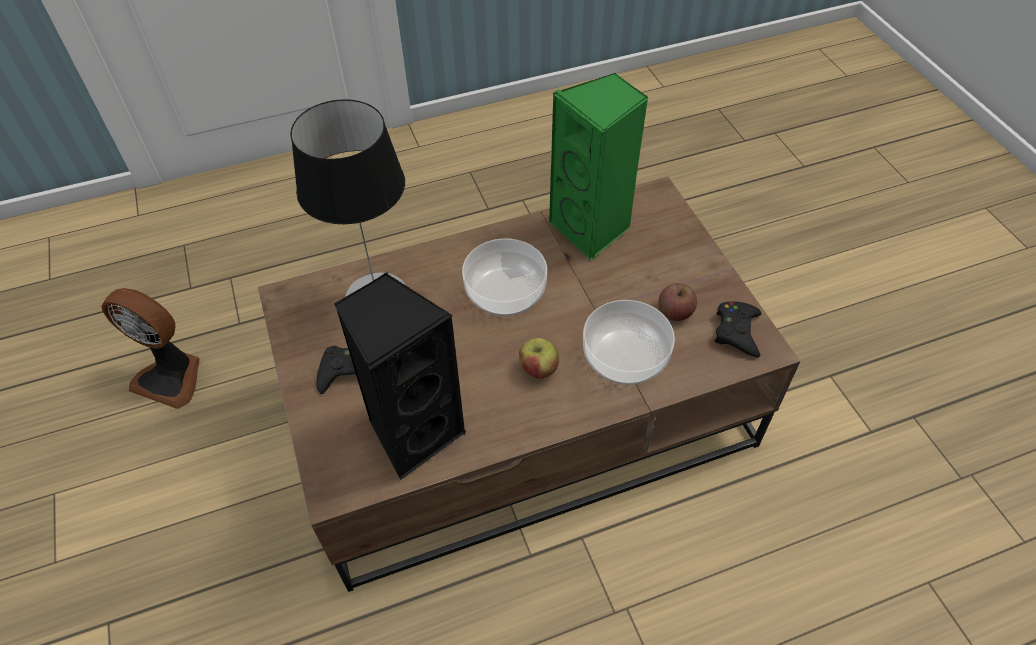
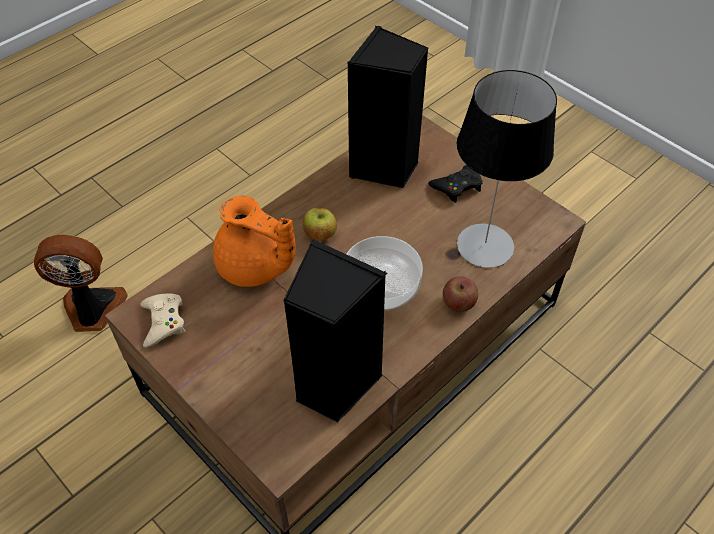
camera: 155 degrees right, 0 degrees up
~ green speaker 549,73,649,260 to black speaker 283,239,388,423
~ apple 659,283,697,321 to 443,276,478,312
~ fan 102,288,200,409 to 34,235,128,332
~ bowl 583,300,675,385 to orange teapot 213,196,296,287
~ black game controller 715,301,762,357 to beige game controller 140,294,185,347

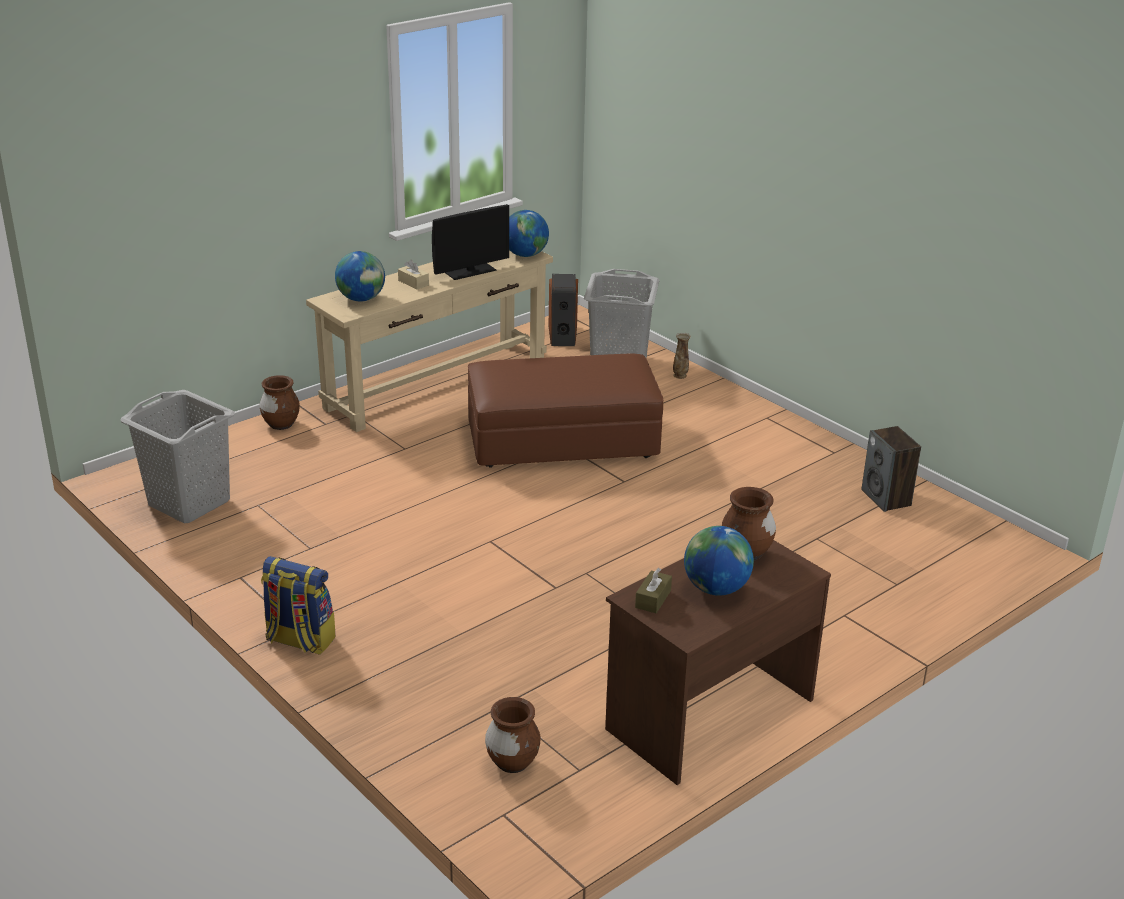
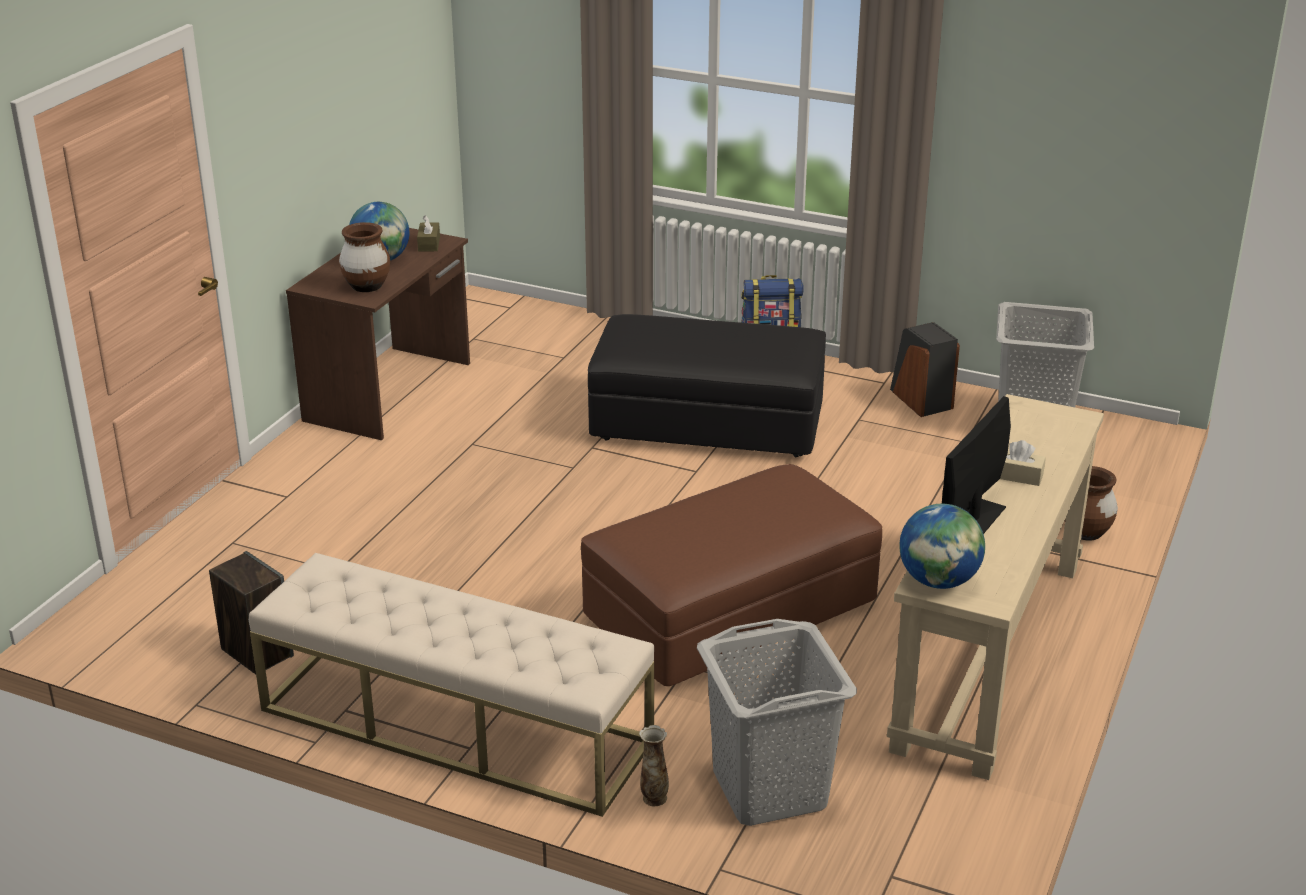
camera: 155 degrees right, 0 degrees up
- globe 335,251,385,301
~ speaker 549,274,578,346 to 890,322,960,417
- brown vase 485,697,540,773
+ black ottoman 588,314,826,457
+ beige bench 249,553,654,817

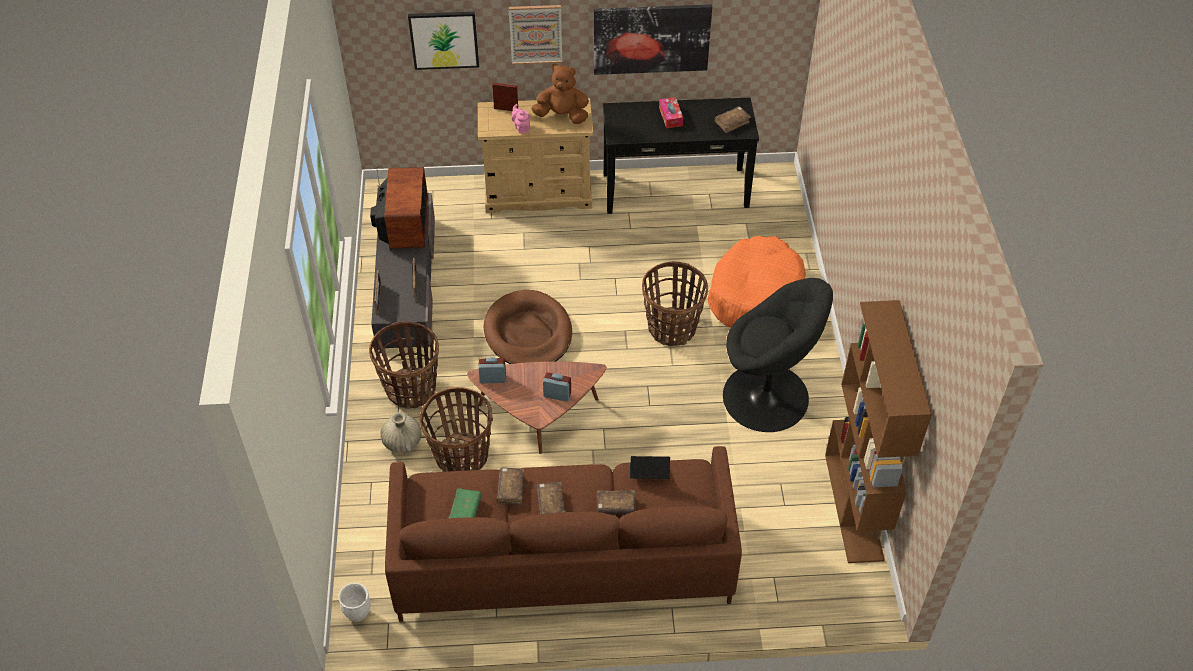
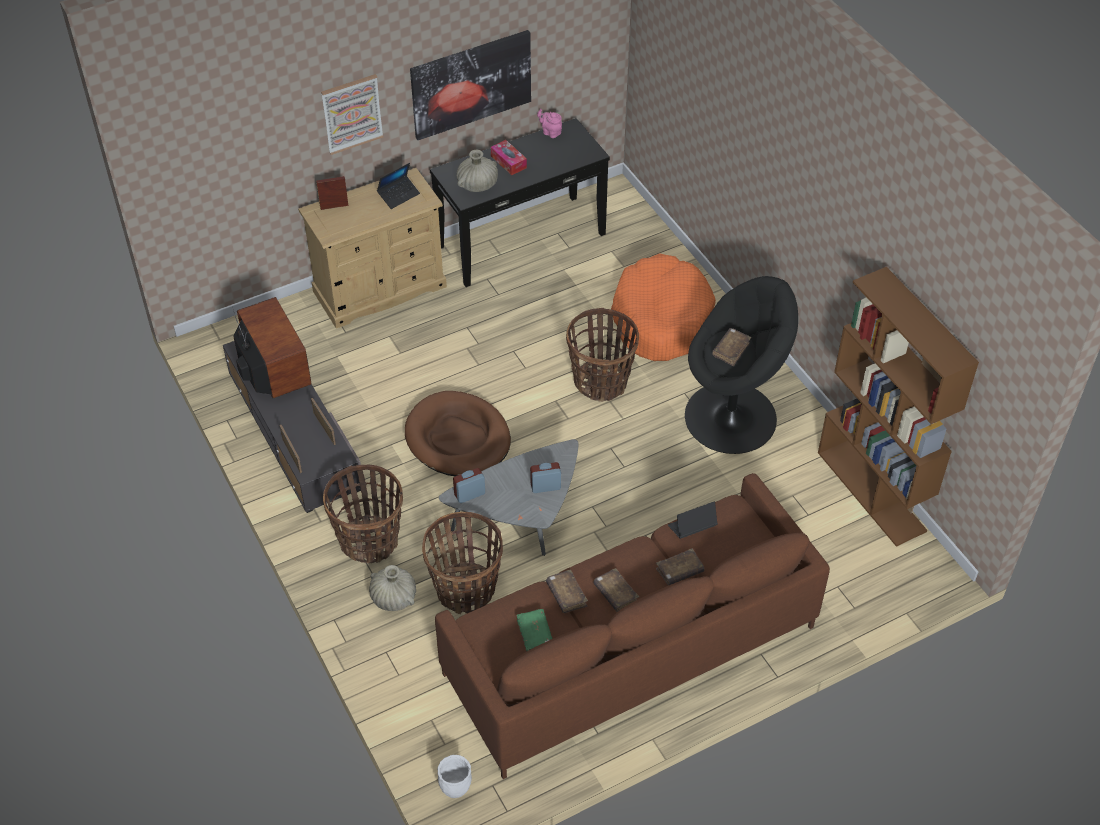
camera: 25 degrees left, 0 degrees up
- picture 408,12,479,70
~ brown plush toy 531,63,589,124 to laptop 377,163,420,209
~ pink teapot 512,104,530,133 to 537,109,562,138
~ brown book 715,106,751,133 to 712,328,751,366
~ brown coffee table 467,361,607,454 to grey coffee table 439,439,579,556
+ beige vase 456,150,498,192

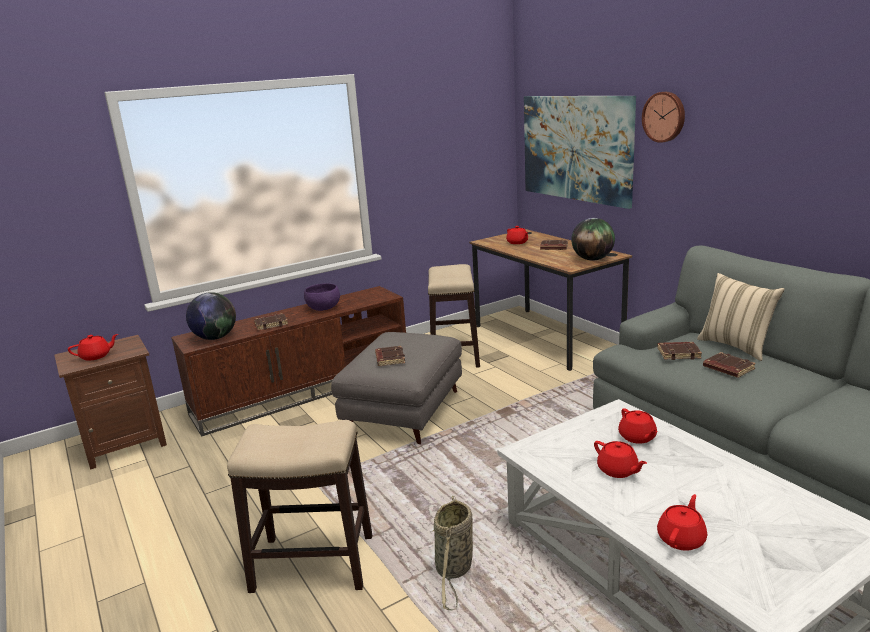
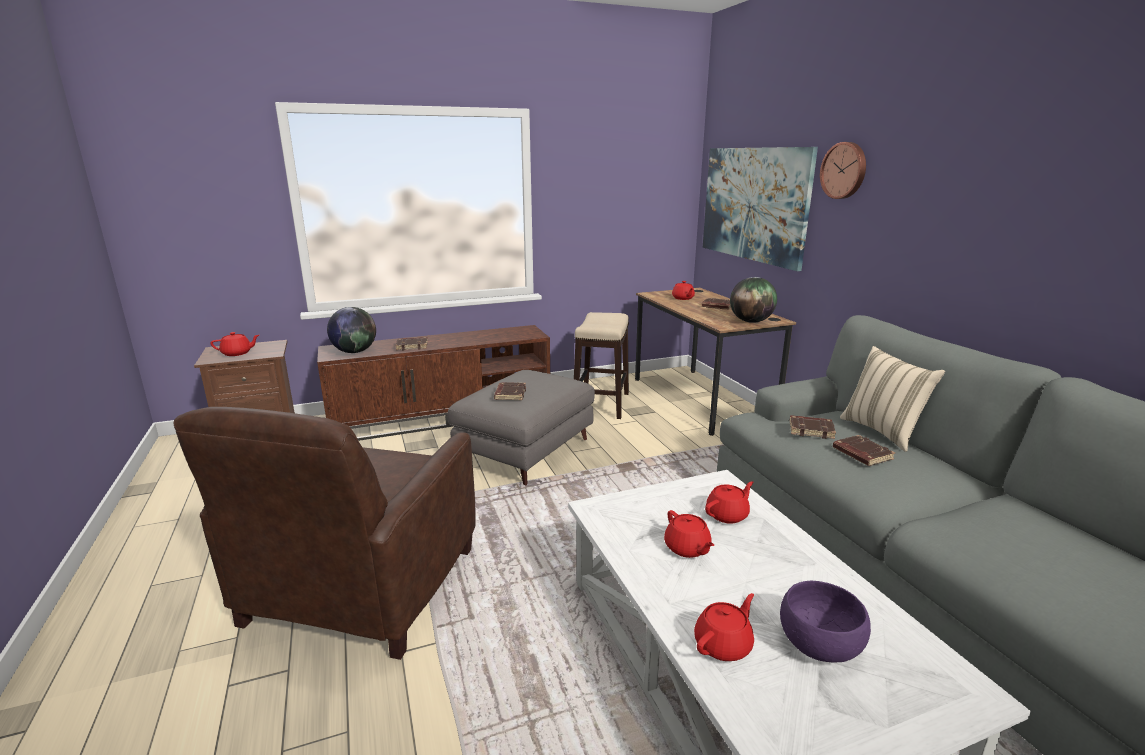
camera: 10 degrees right, 0 degrees up
~ purple bowl 304,283,340,311 to 780,581,871,662
~ red teapot 618,408,658,444 = 705,481,753,524 120 degrees counterclockwise
~ stool 227,420,372,593 to brown armchair 174,407,476,660
- basket 433,496,473,610

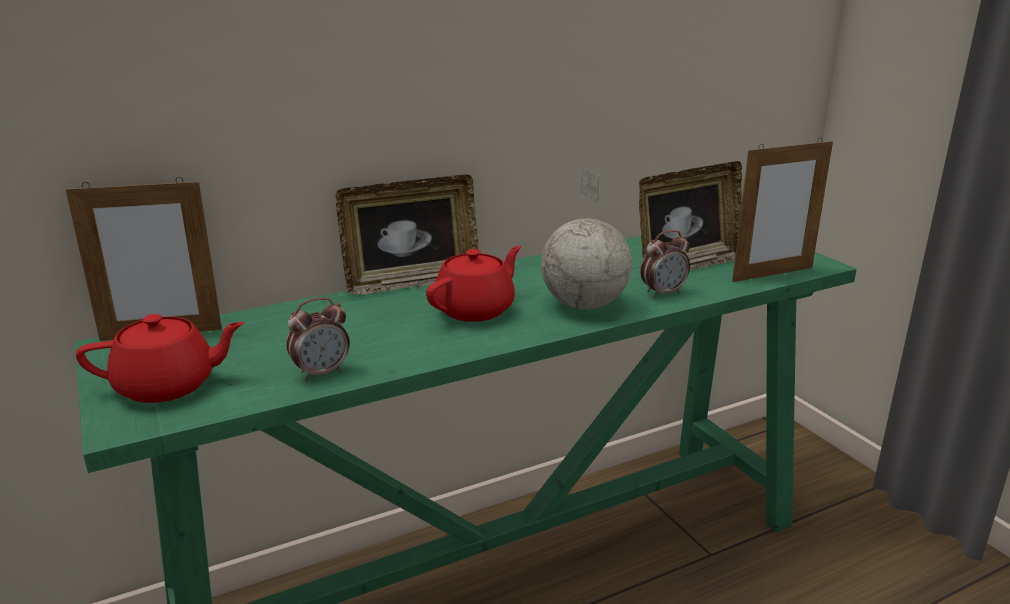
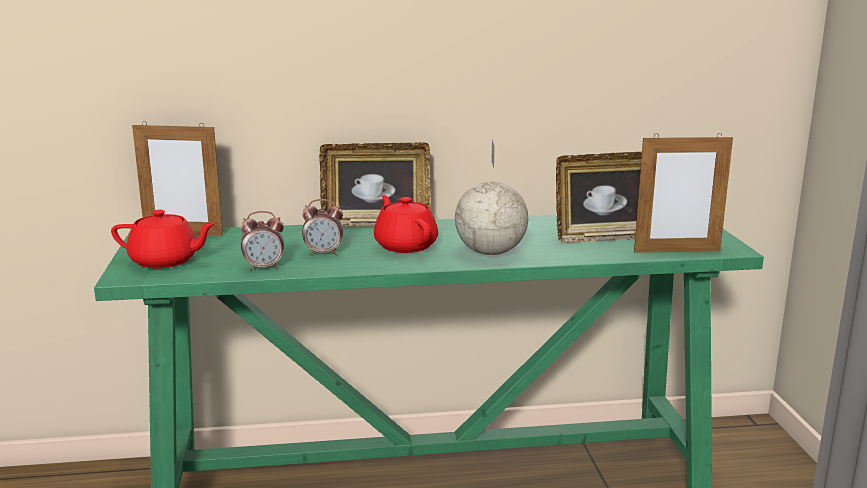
camera: 20 degrees right, 5 degrees down
~ alarm clock 640,230,690,298 to 302,199,343,255
~ red teapot 426,246,521,322 = 374,195,438,253 90 degrees counterclockwise

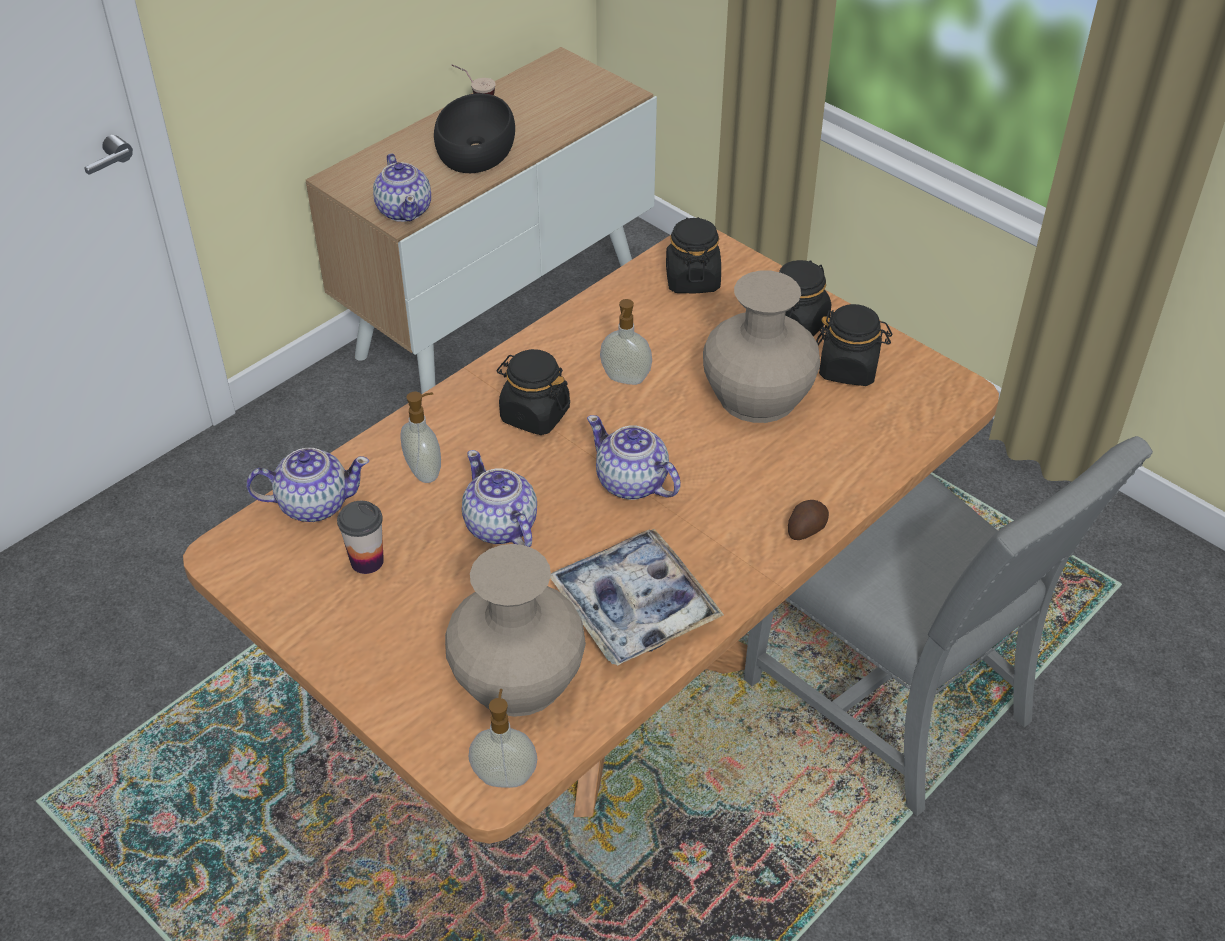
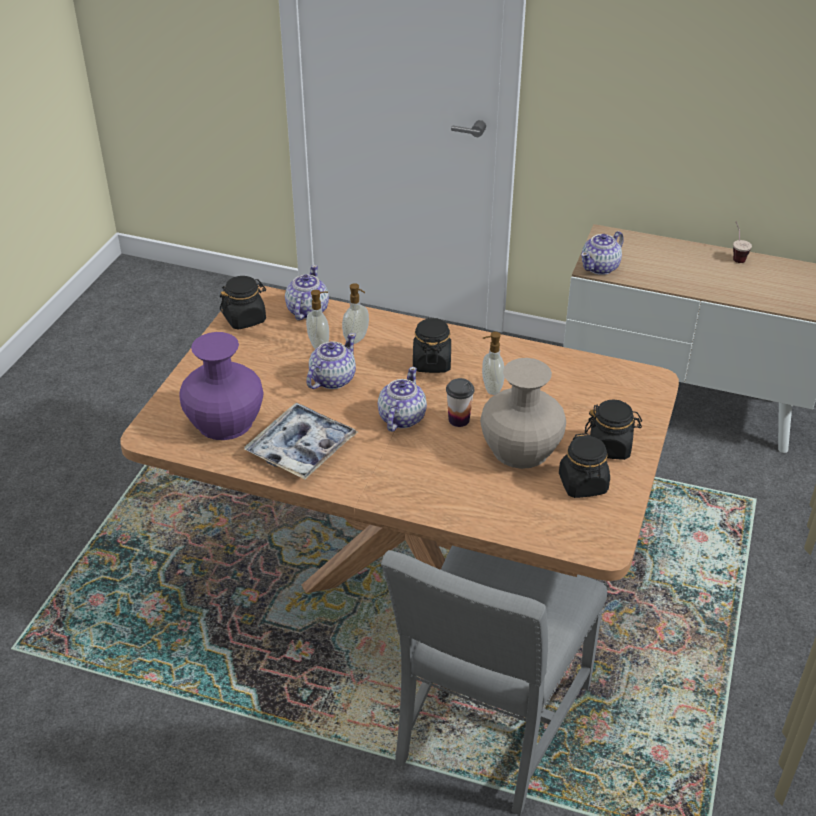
camera: 65 degrees right, 5 degrees down
- black bowl 434,93,515,173
~ black jar 666,217,721,293 to 220,276,266,330
~ teapot 246,448,369,522 = 285,265,329,321 135 degrees counterclockwise
- potato 788,500,829,540
~ cup 337,501,384,574 to 446,378,474,427
~ beige vase 445,544,586,717 to purple vase 179,332,264,440
~ soap dispenser 469,689,537,788 to 306,290,329,349

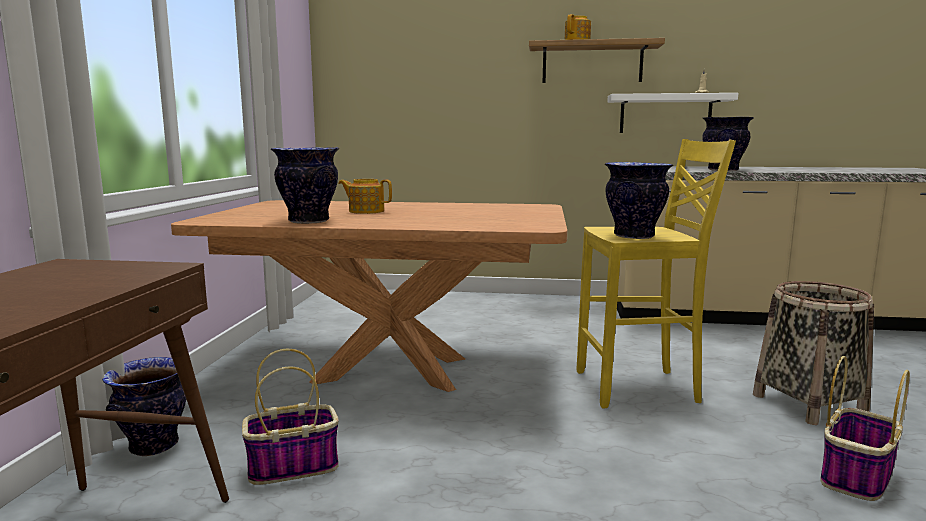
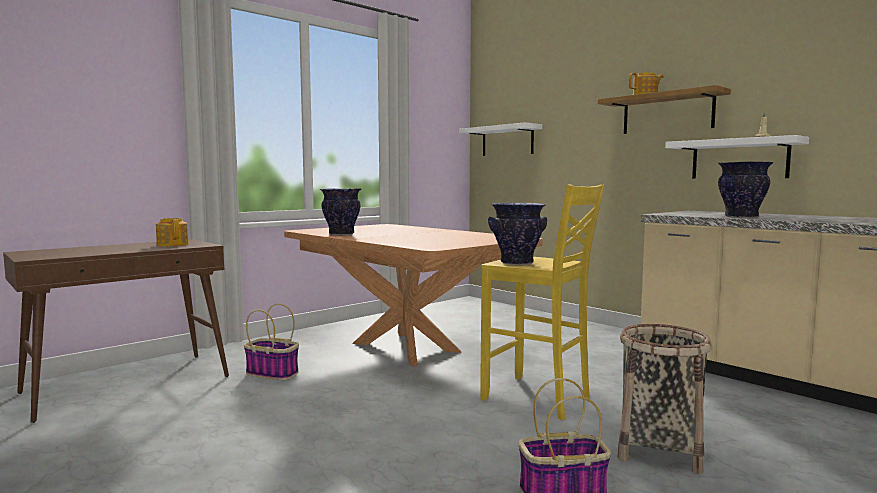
camera: 40 degrees right, 5 degrees down
~ teapot 338,179,392,214 to 156,218,189,246
- vase 102,357,186,456
+ white shelf 459,122,542,156

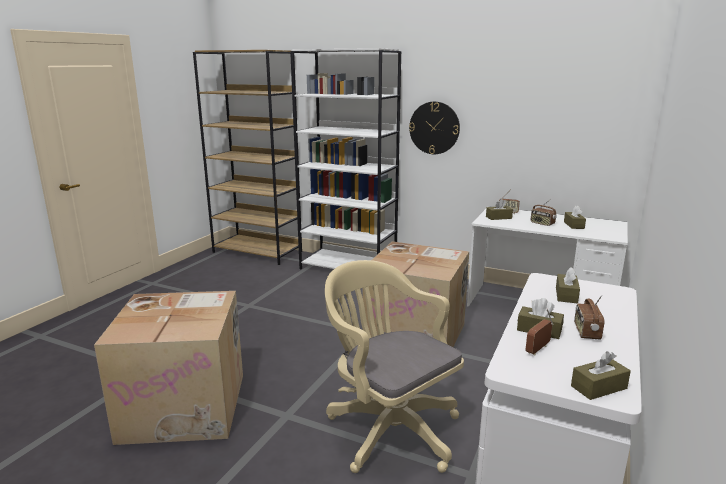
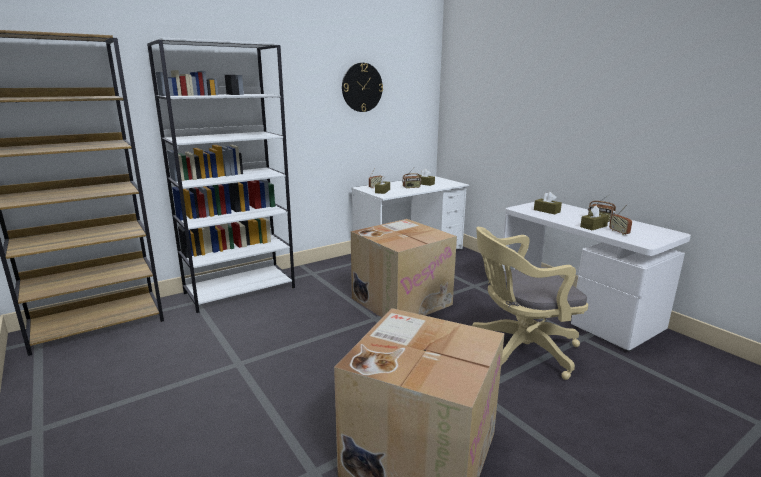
camera: 60 degrees left, 0 degrees up
~ wall clock 409,101,460,154 to 342,63,383,112
- brown tissue box 571,351,631,400

